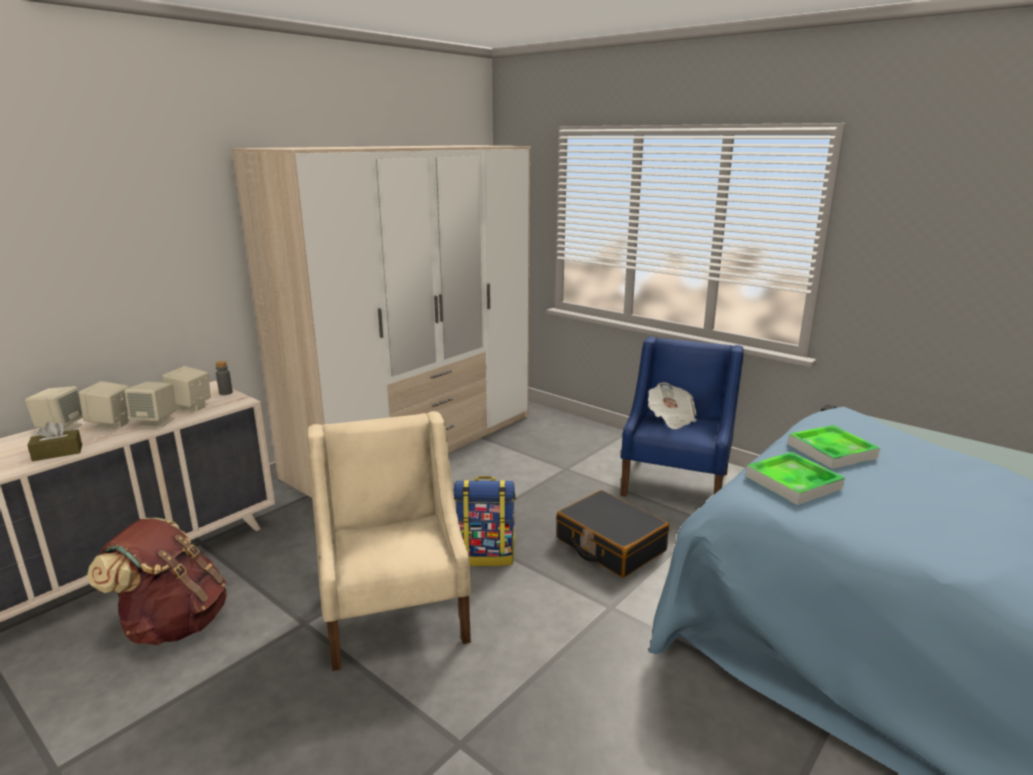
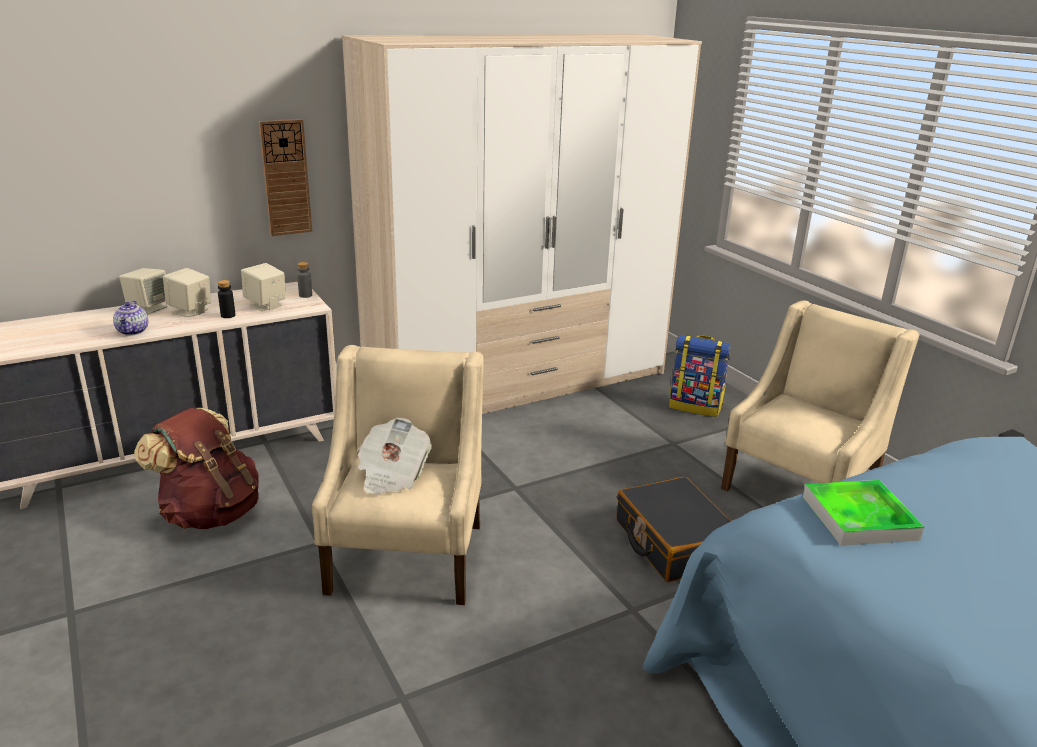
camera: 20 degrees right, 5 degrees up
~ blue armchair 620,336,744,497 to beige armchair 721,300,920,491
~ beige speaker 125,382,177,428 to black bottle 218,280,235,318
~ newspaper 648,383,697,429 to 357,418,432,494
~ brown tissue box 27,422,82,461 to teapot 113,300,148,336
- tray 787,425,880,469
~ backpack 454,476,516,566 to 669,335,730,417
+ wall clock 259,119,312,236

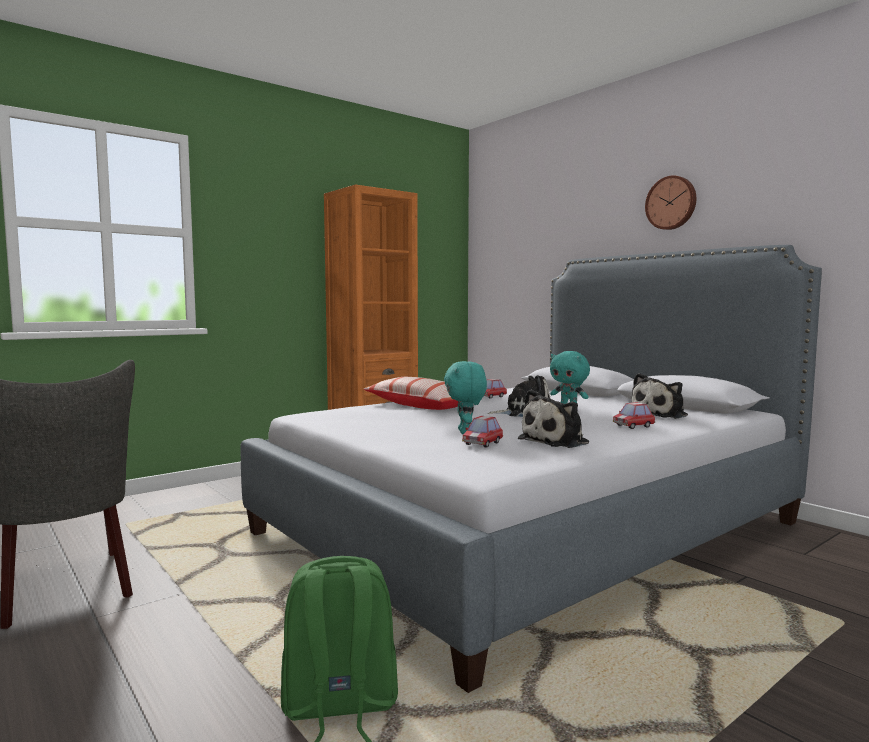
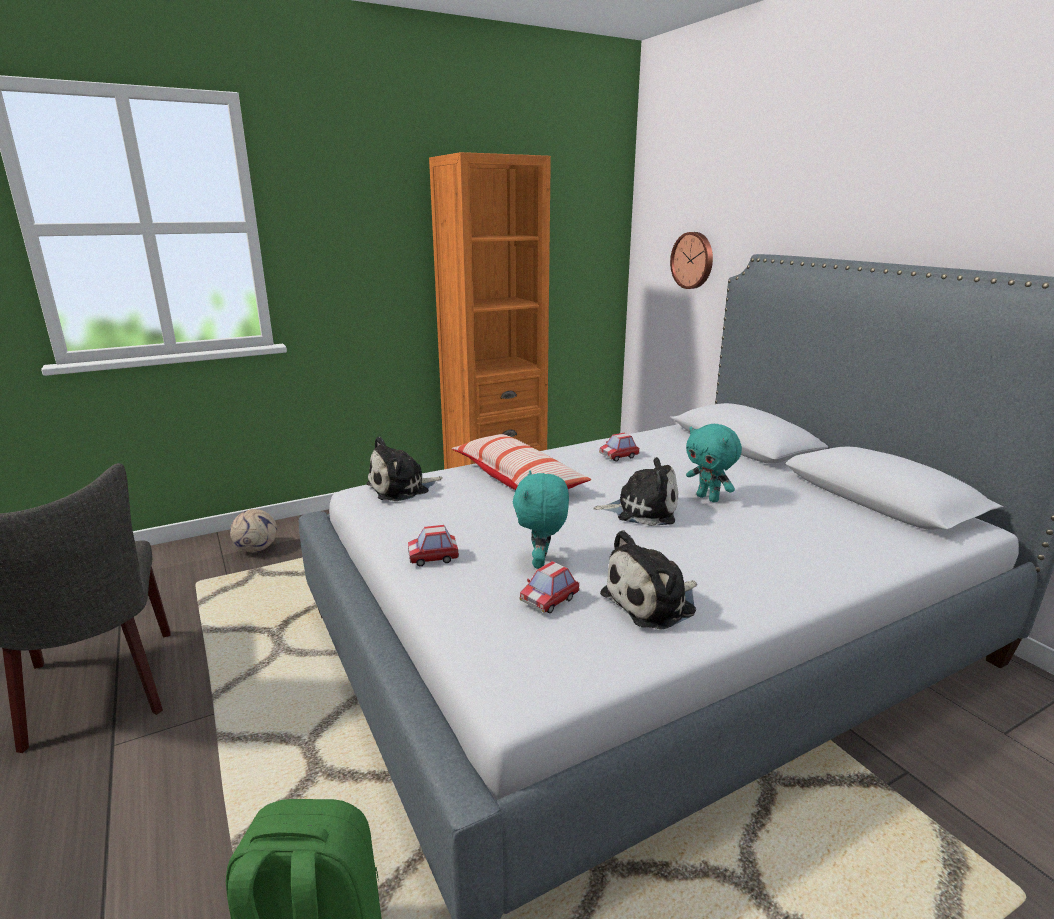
camera: 10 degrees right, 15 degrees up
~ wall clock 645,175,696,230 to 670,232,713,289
~ plush toy 631,373,688,419 to 366,437,442,501
~ toy car 613,402,655,429 to 408,525,459,566
+ football 230,509,277,552

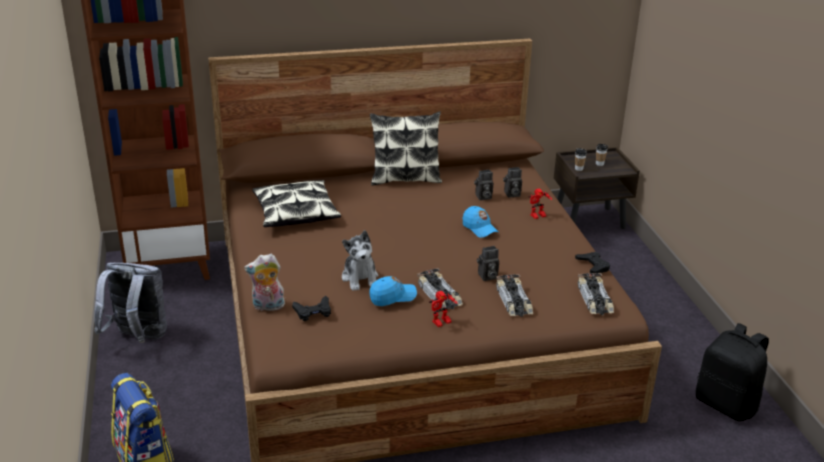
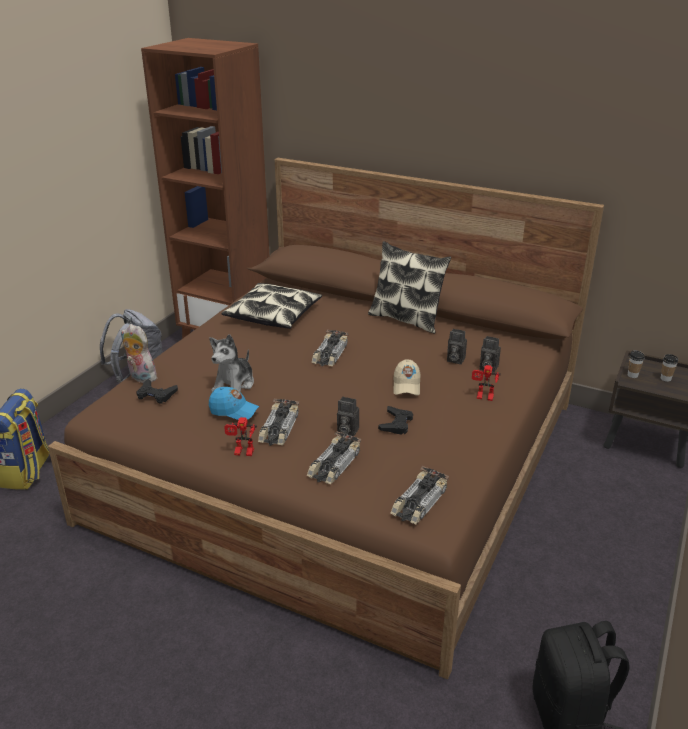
camera: 40 degrees right, 0 degrees up
~ blue cap 463,206,498,238 to beige cap 393,359,420,396
~ black game controller 575,252,610,273 to 378,406,413,435
+ toy car 311,329,348,366

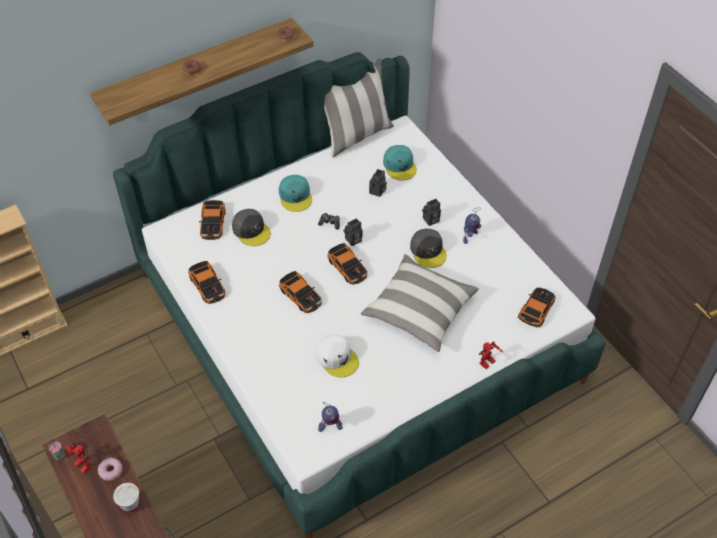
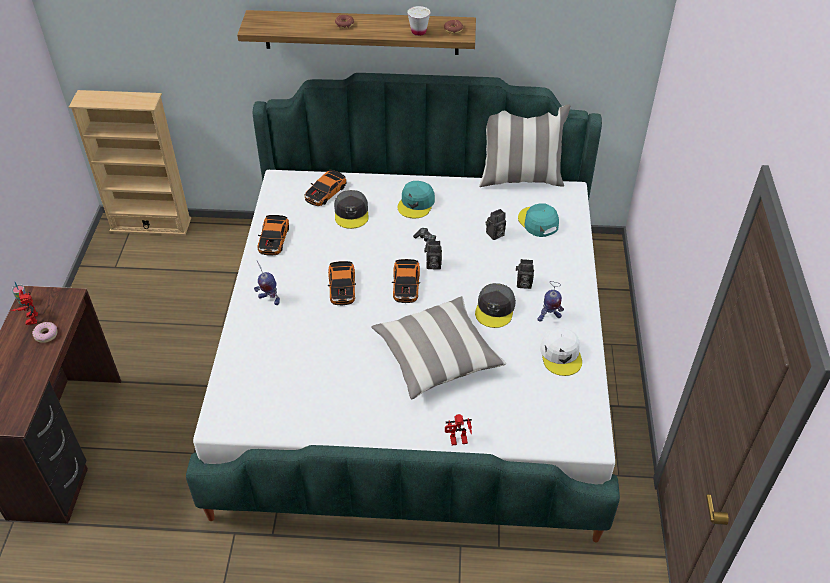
camera: 35 degrees right, 5 degrees down
~ turquoise cap 383,145,417,180 = 518,203,559,237 135 degrees clockwise
- toy car 518,287,555,327
~ white cap 316,334,359,377 to 540,328,582,376
~ toy robot 318,402,343,432 to 254,261,280,305
~ white cup 113,483,139,513 to 407,6,430,36

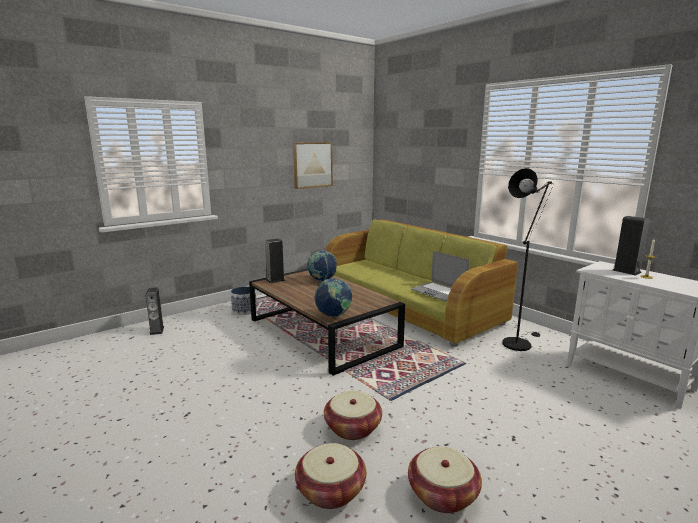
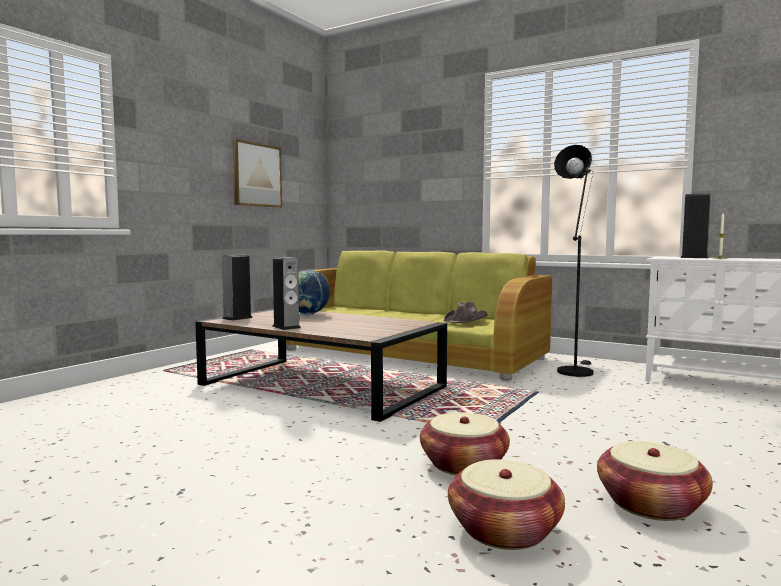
camera: 20 degrees left, 10 degrees down
~ laptop 411,251,470,301 to brown hat 444,302,487,323
- globe 315,278,352,317
- planter 231,286,257,315
~ speaker 145,287,164,335 to 273,257,301,330

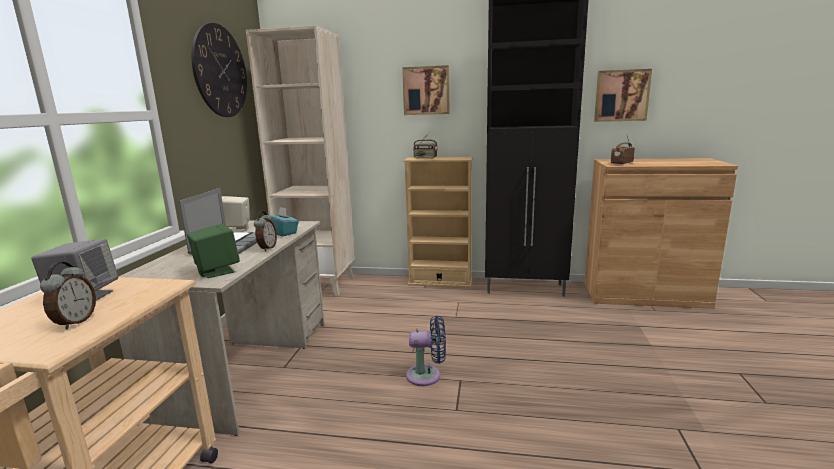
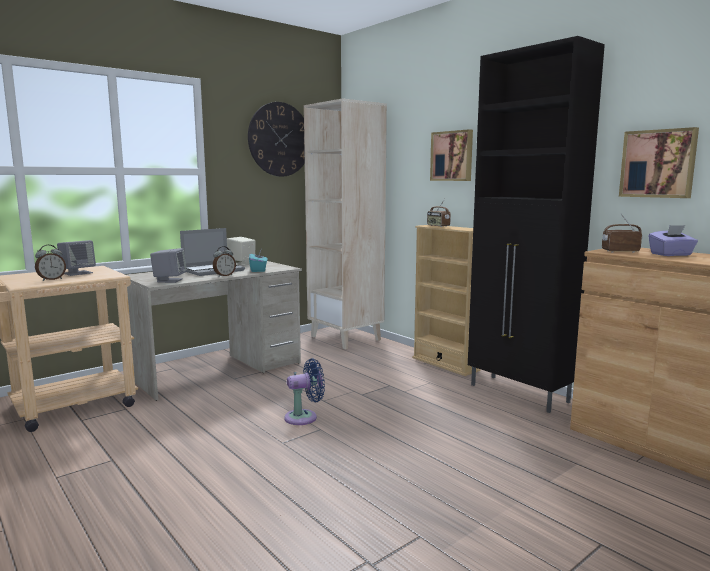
camera: 40 degrees right, 5 degrees down
~ green speaker 187,224,240,278 to grey speaker 150,248,187,283
~ blue fan 406,315,446,386 = 284,358,325,425 60 degrees counterclockwise
+ purple tissue box 648,225,698,256

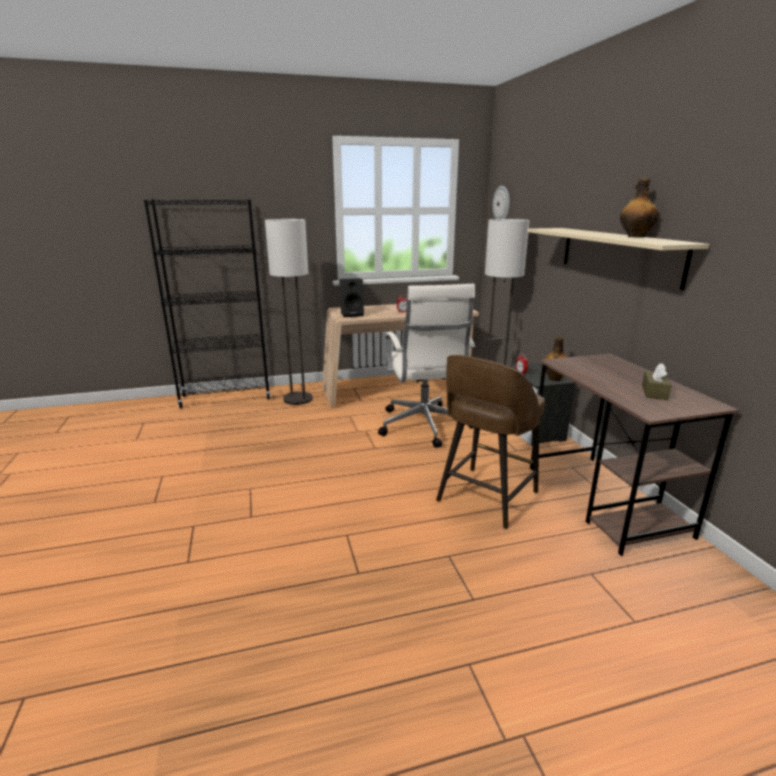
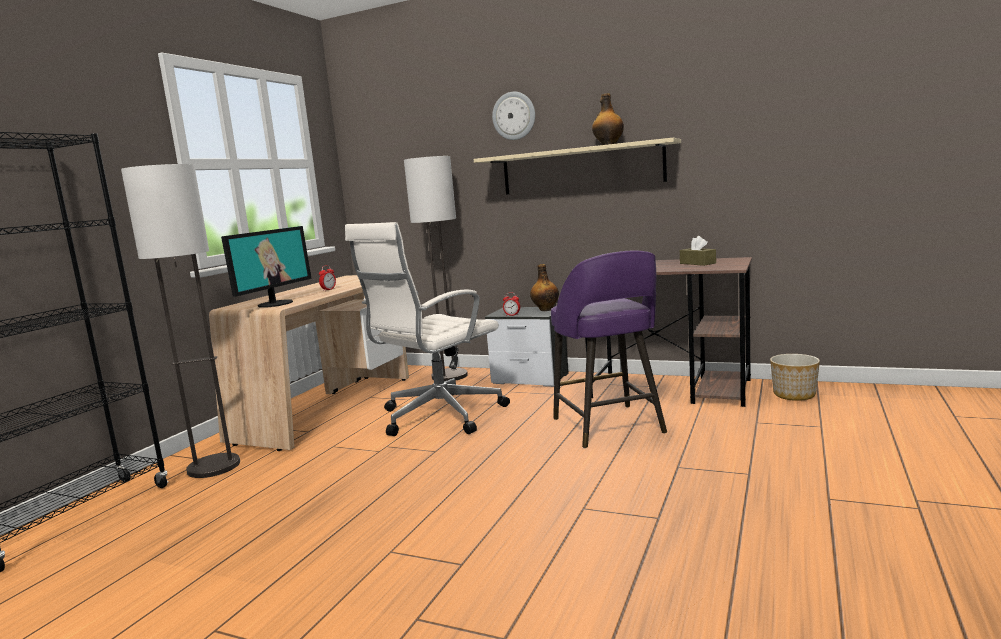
camera: 50 degrees left, 10 degrees down
~ wall clock 493,186,510,219 to 492,92,535,140
~ black speaker 339,278,364,317 to monitor 221,226,312,308
~ white office chair 378,284,475,448 = 345,222,510,436 105 degrees clockwise
~ brown stool 436,355,545,529 to purple stool 551,250,667,448
+ planter 770,354,820,401

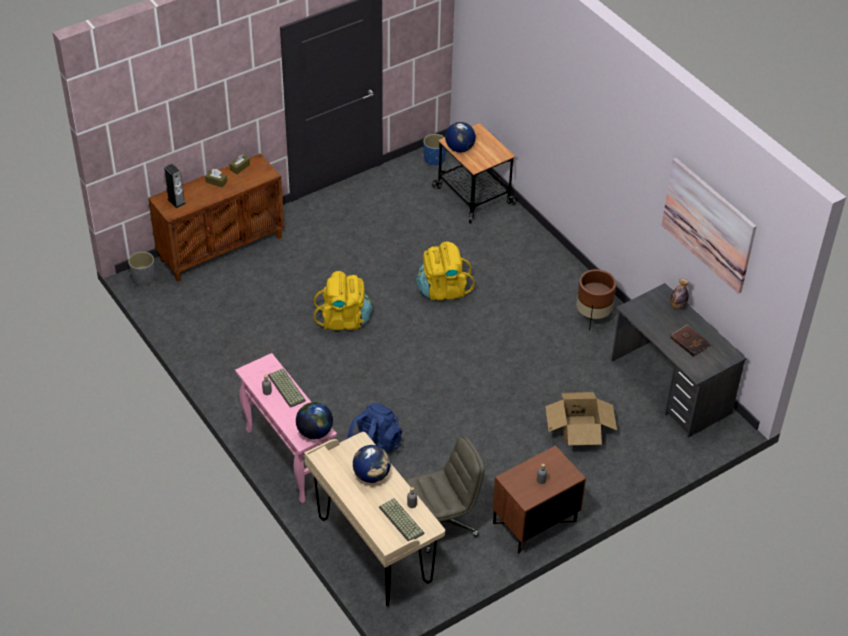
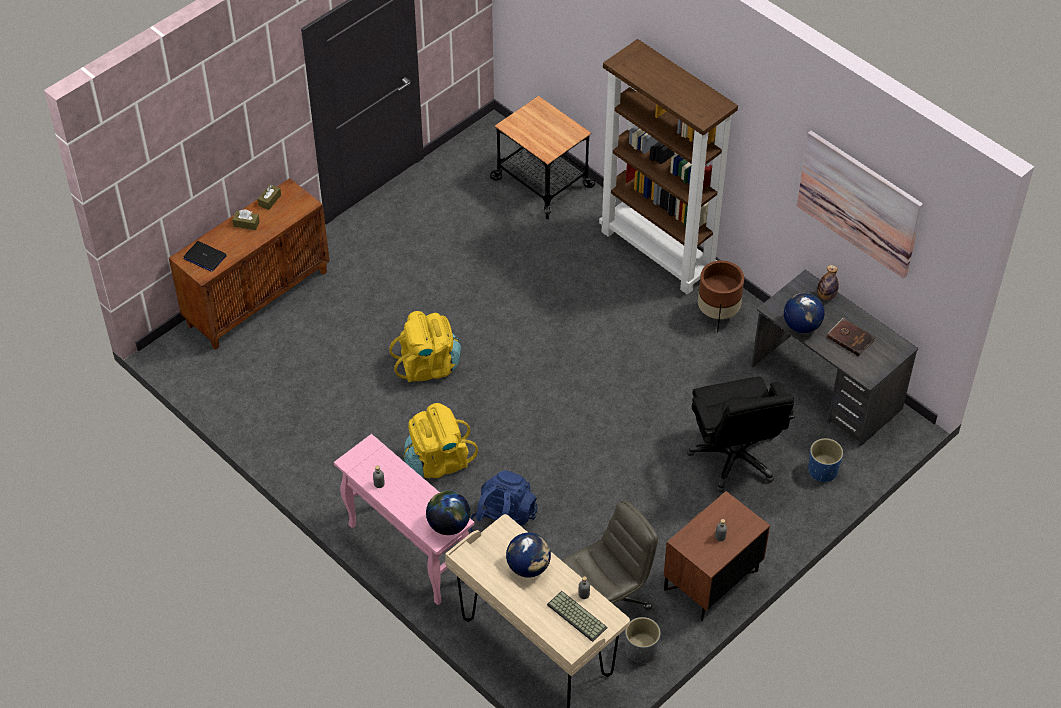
camera: 10 degrees left, 5 degrees up
~ globe 445,122,476,153 to 784,293,825,333
~ blue planter 423,134,446,166 to 808,438,843,482
~ speaker 164,164,186,208 to laptop 183,241,227,272
~ yellow backpack 416,241,475,301 to 403,403,478,478
~ grey planter 128,251,155,287 to 625,617,660,664
- keyboard 268,369,306,408
~ cardboard box 545,392,617,445 to black office chair 687,376,795,493
+ brown bookcase 599,39,738,295

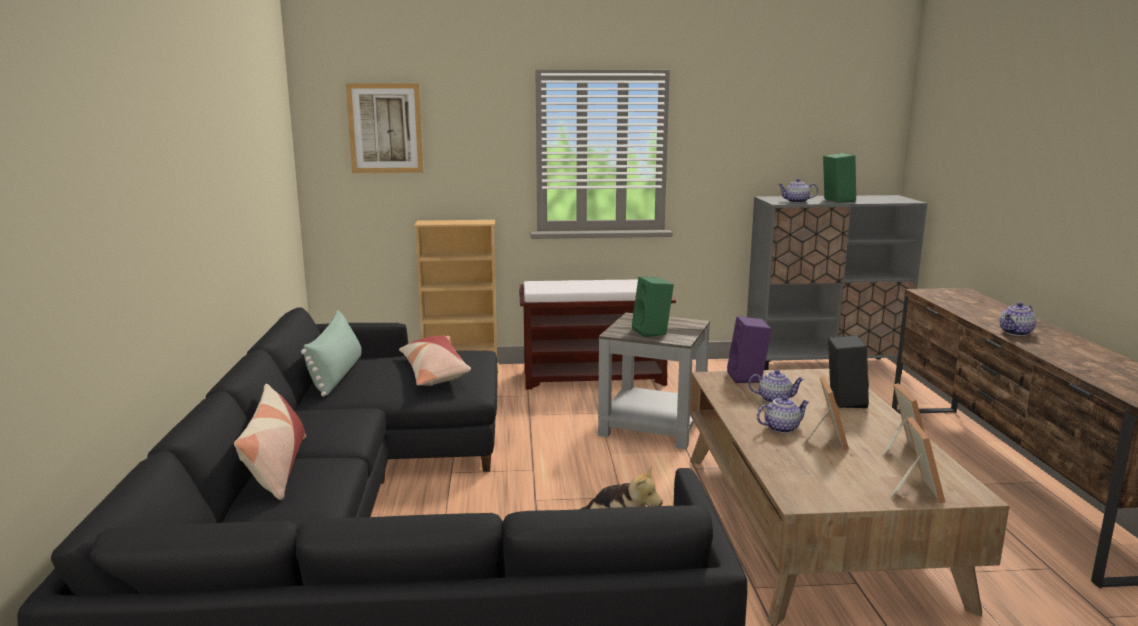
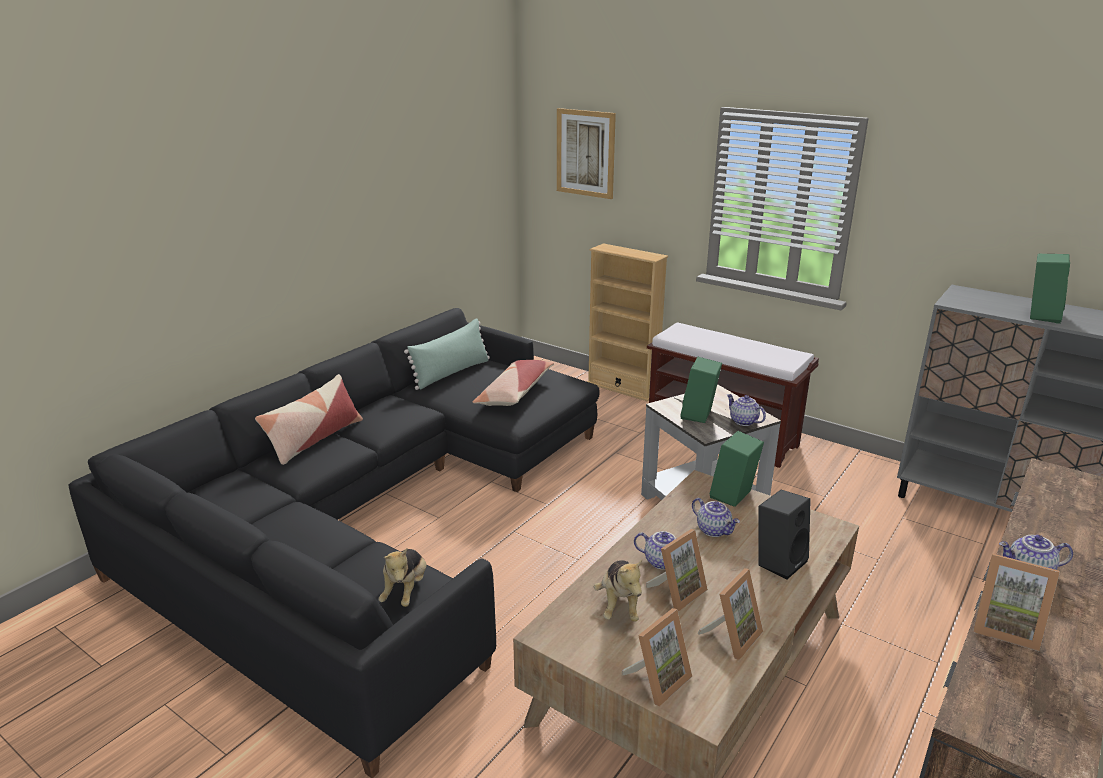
camera: 40 degrees right, 10 degrees up
~ teapot 778,179,818,203 to 727,394,766,426
~ purple speaker 727,316,772,383 to green speaker 710,431,764,507
+ picture frame 973,553,1060,651
+ plush toy 594,559,642,622

